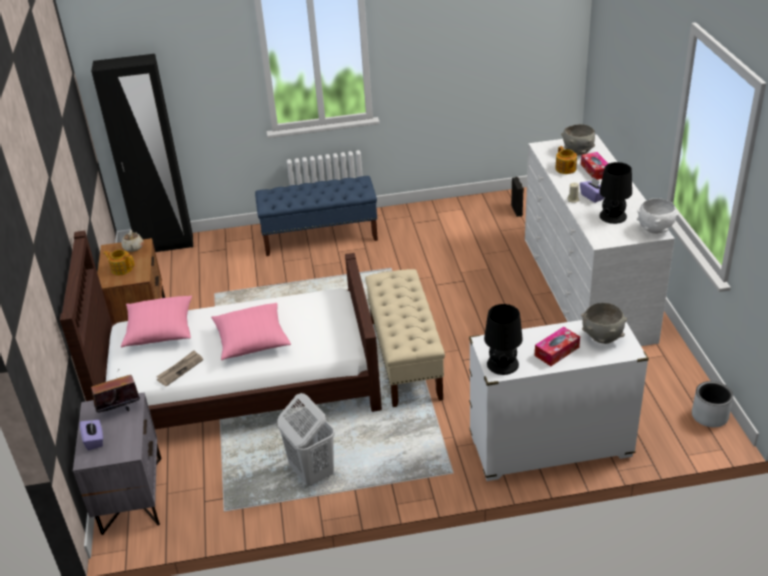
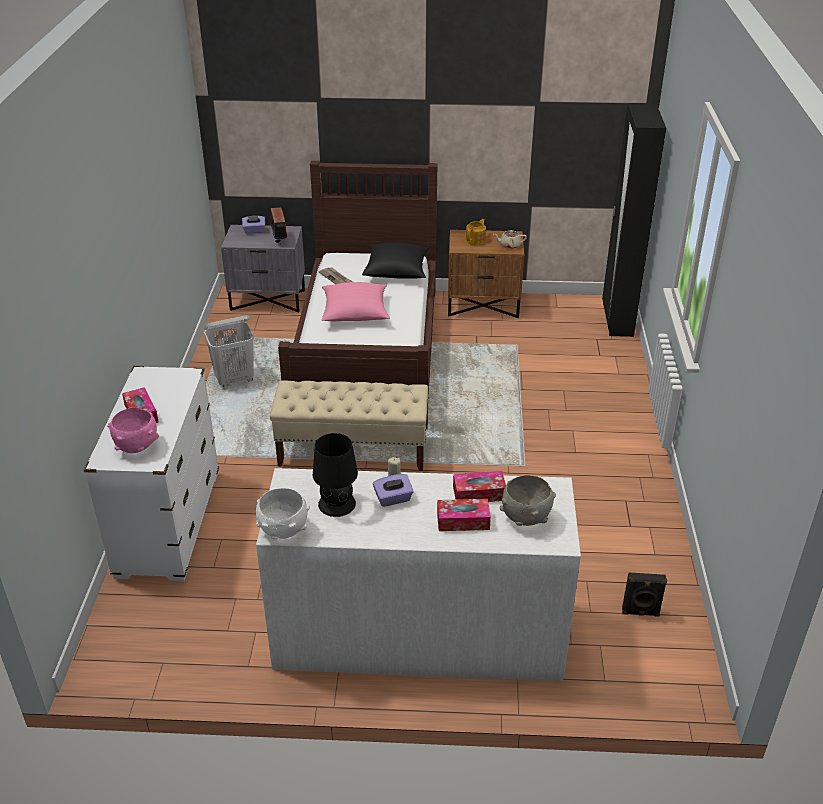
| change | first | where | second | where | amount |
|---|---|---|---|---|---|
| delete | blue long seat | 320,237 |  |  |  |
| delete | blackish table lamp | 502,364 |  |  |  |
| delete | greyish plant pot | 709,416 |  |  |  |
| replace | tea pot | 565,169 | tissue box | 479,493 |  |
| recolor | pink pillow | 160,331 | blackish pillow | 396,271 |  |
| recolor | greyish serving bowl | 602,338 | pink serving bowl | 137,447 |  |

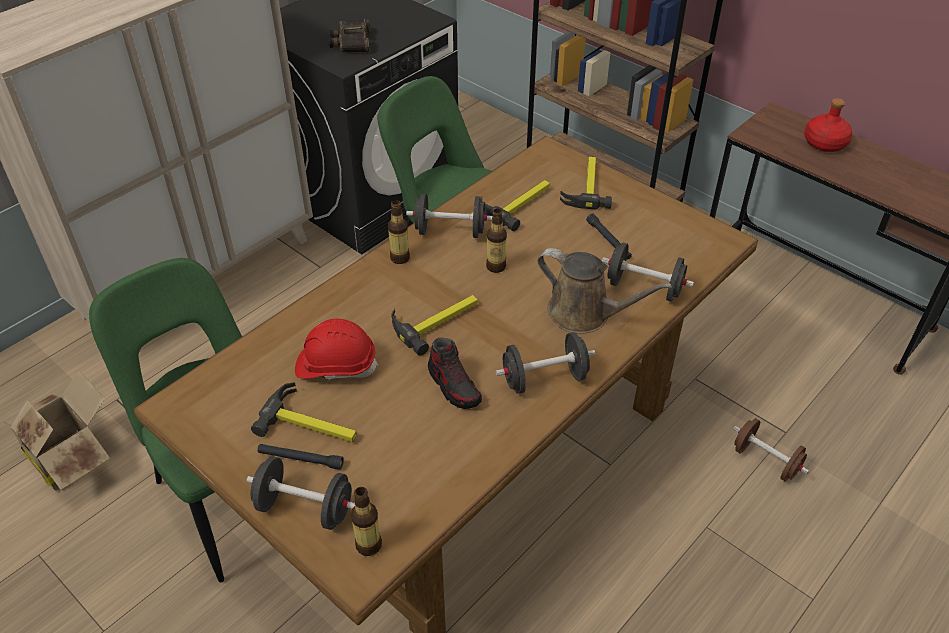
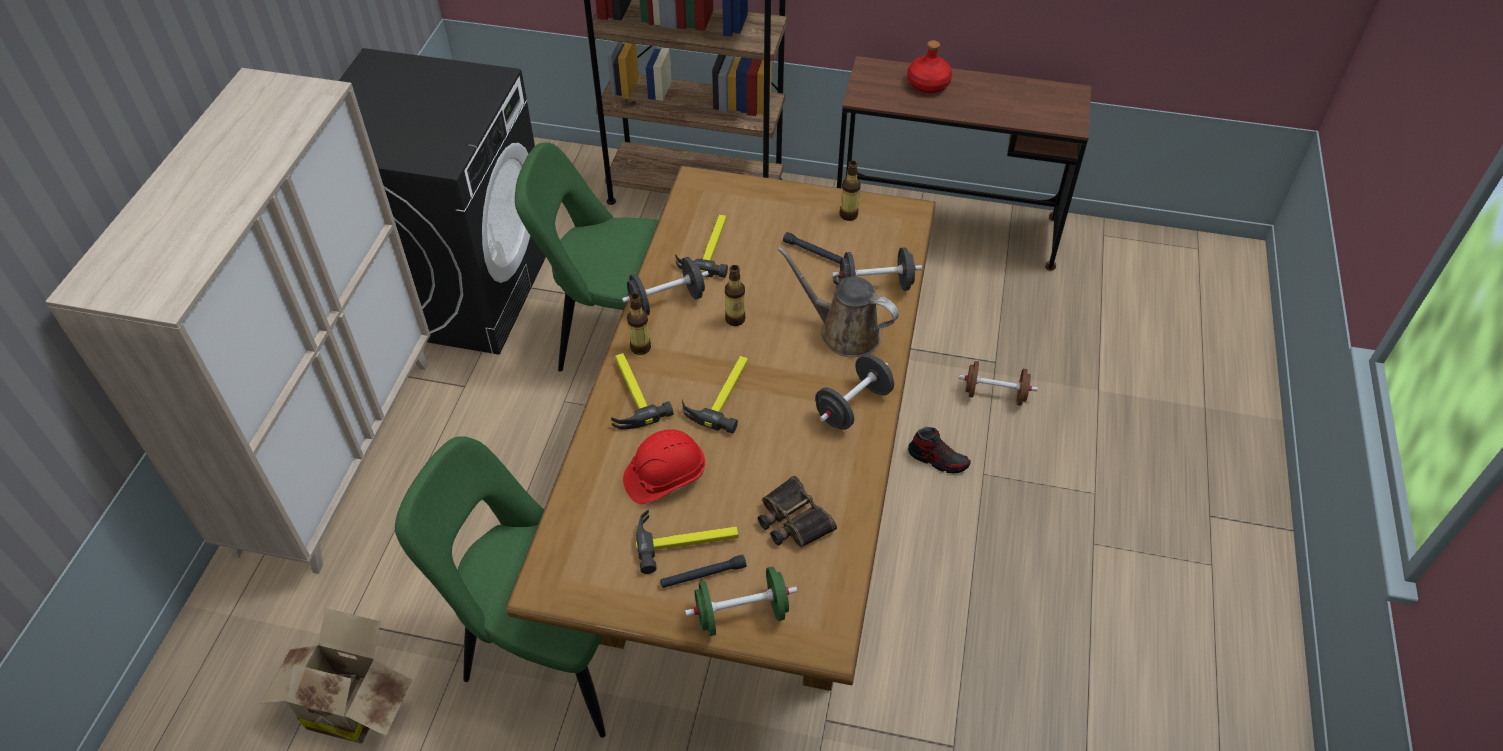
| change | first | where | second | where | amount |
|---|---|---|---|---|---|
| move | field glasses | 351,42 |  | 792,520 |  |
| move | bottle | 368,545 |  | 848,215 |  |
| move | shoe | 454,386 |  | 938,459 |  |
| move | hand hammer | 586,186 |  | 630,394 |  |
| recolor | blackish dumbbell | 305,508 | green-coloured dumbbell | 741,614 |  |
| rotate | brown watering pot | 585,314 |  | 844,332 | 150 degrees counterclockwise |

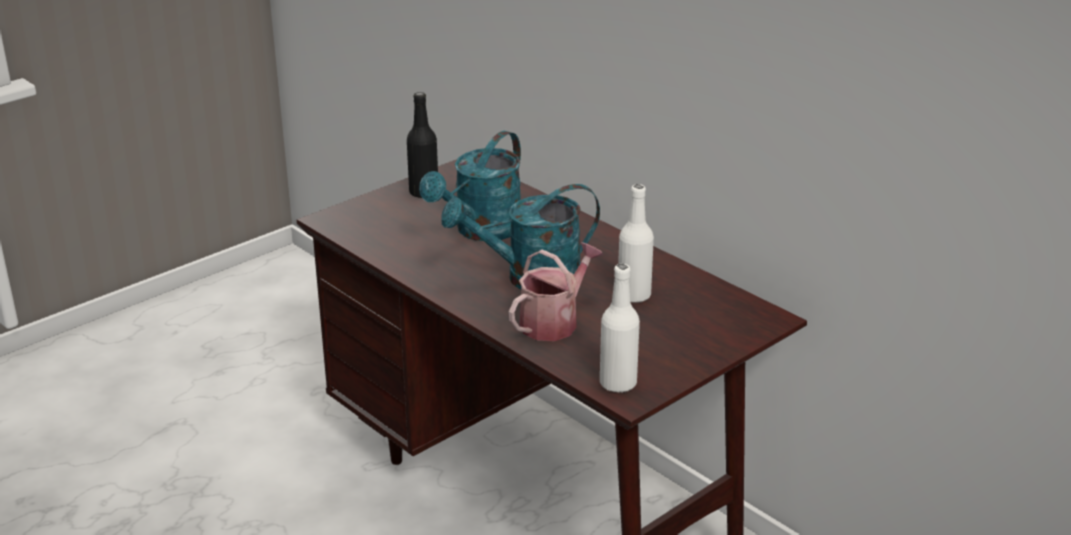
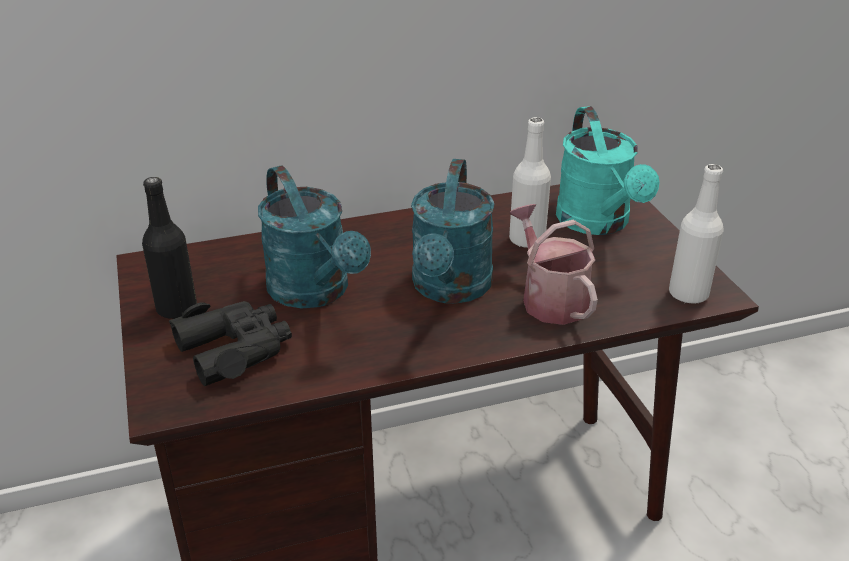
| change | first | where | second | where | amount |
|---|---|---|---|---|---|
| insert |  |  | blackish field glasses | 235,349 |  |
| insert |  |  | turquoise watering pot | 598,223 |  |

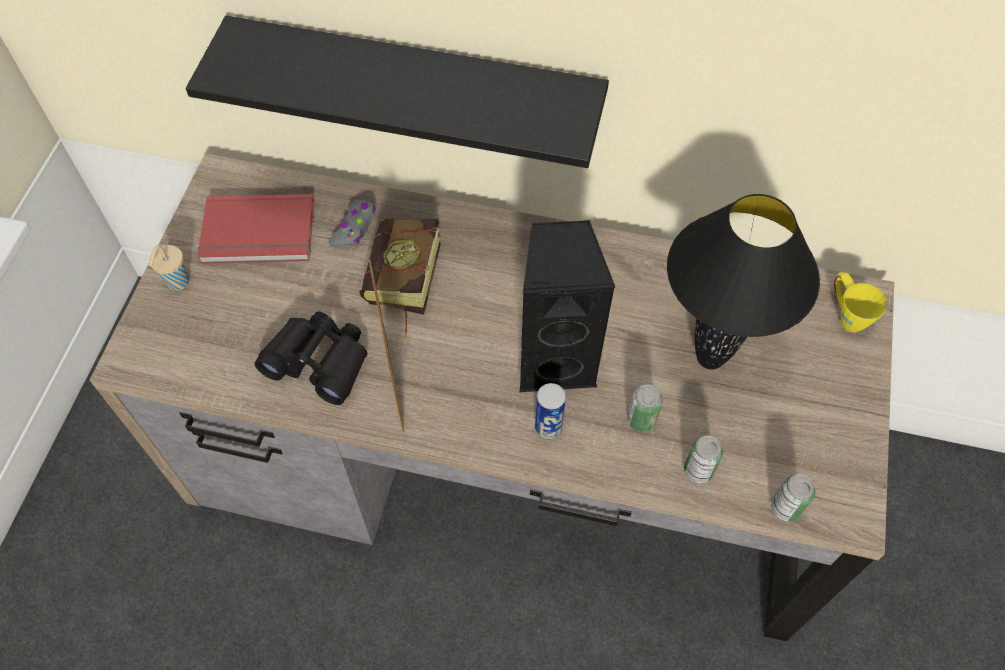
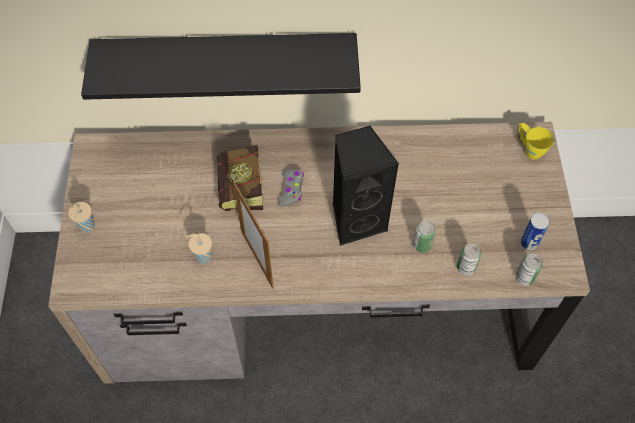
| change | first | where | second | where | amount |
|---|---|---|---|---|---|
| delete | reddish book | 259,234 |  |  |  |
| delete | blackish table lamp | 709,360 |  |  |  |
| move | greyish game controller | 354,228 |  | 291,190 |  |
| move | can | 548,428 |  | 529,243 |  |
| replace | blackish field glasses | 319,362 | beige-coloured small cup | 202,257 |  |

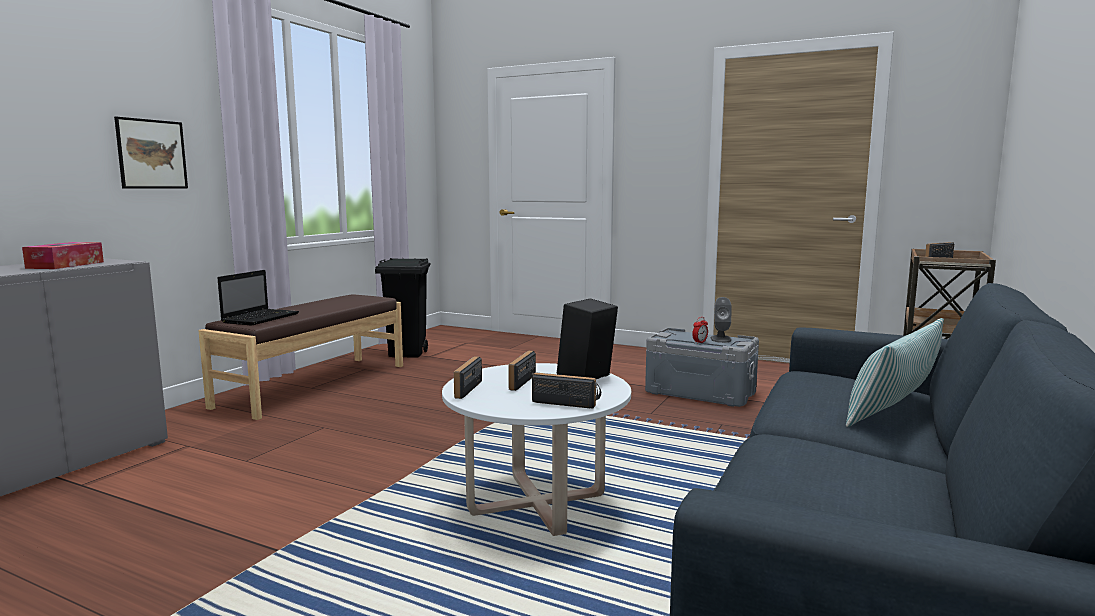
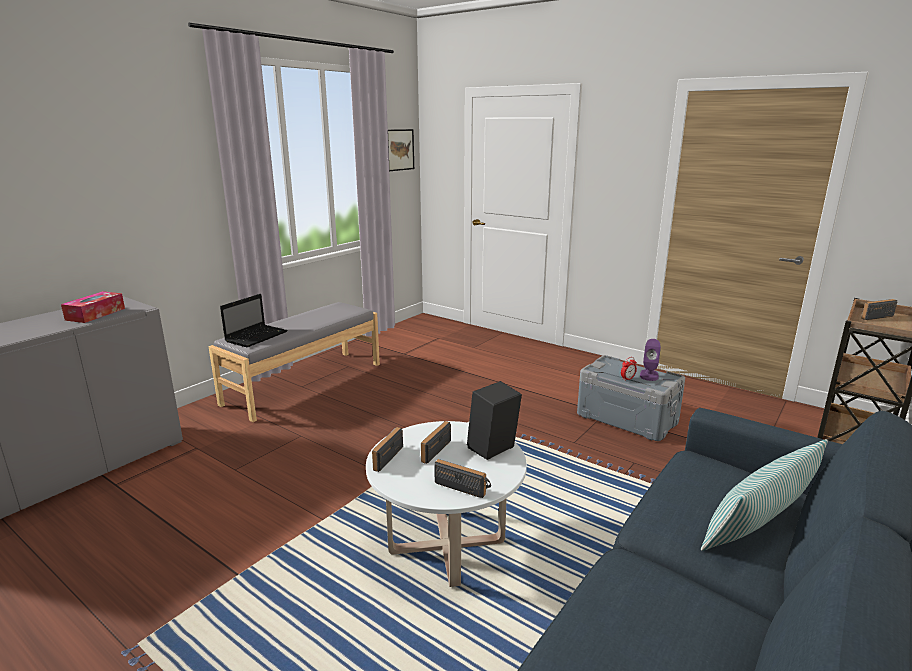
| change | first | where | second | where | amount |
|---|---|---|---|---|---|
| delete | blackish trash can | 408,354 |  |  |  |
| move | wall picture | 152,154 |  | 399,150 |  |
| recolor | brown long seat | 314,385 | greyish long seat | 304,383 |  |
| recolor | greyish speaker | 720,339 | purplish speaker | 649,375 |  |

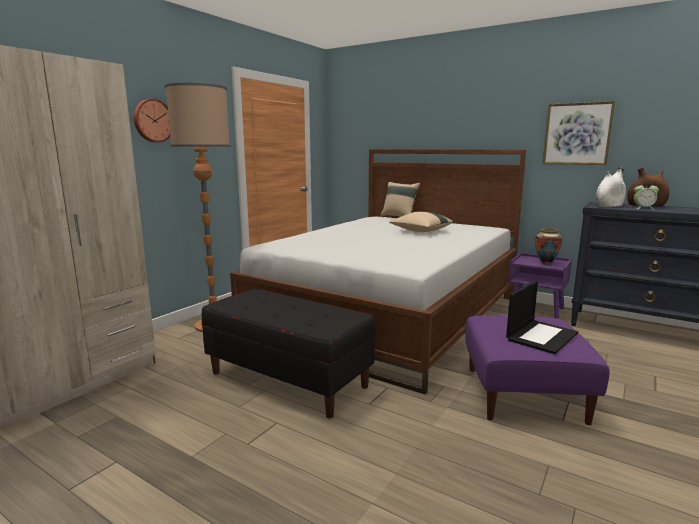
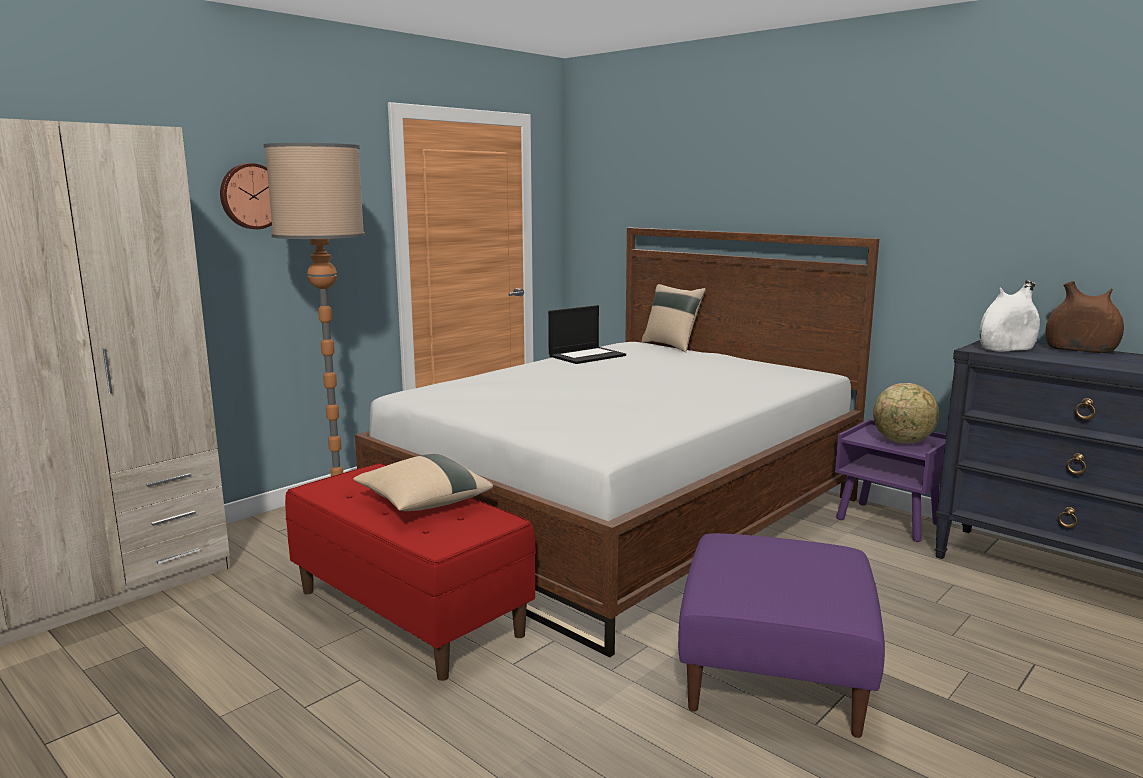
| change | first | where | second | where | amount |
|---|---|---|---|---|---|
| delete | wall picture | 577,134 |  |  |  |
| delete | bedside clock | 643,208 |  |  |  |
| move | beige-coloured pillow | 420,231 |  | 423,502 |  |
| move | notebook computer | 541,336 |  | 587,356 |  |
| replace | decorative vase | 545,263 | desk globe | 902,442 |  |
| recolor | blackish long seat | 288,379 | reddish long seat | 409,612 |  |

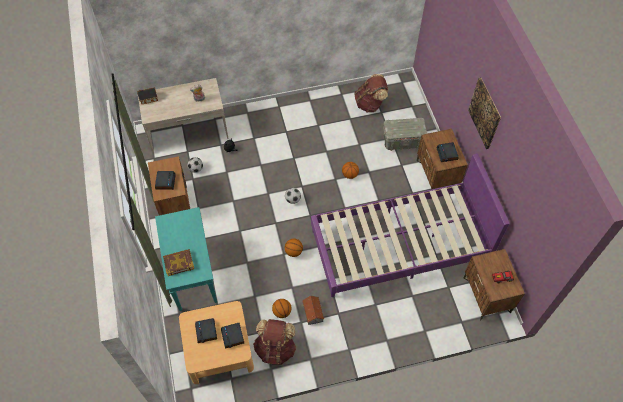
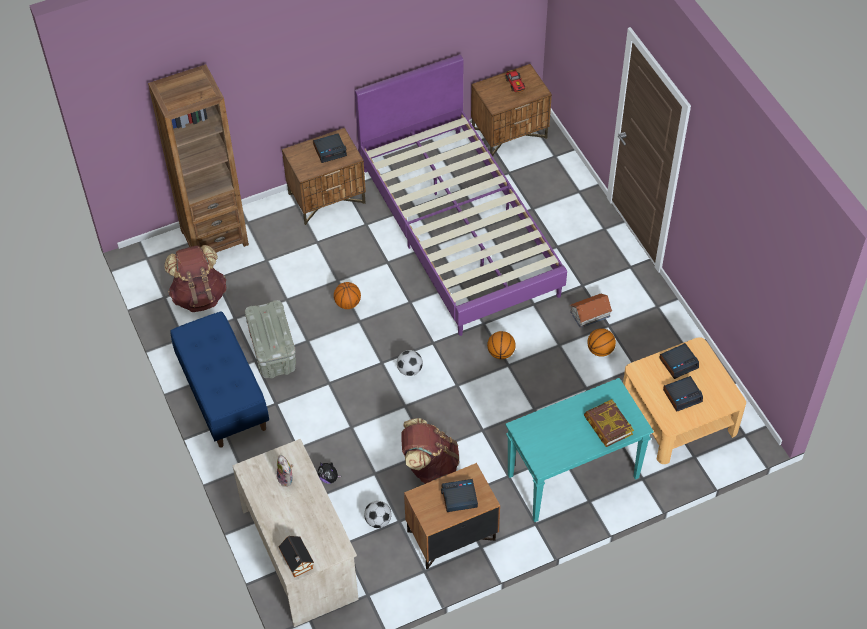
| change | first | where | second | where | amount |
|---|---|---|---|---|---|
| delete | wall picture | 485,113 |  |  |  |
| insert |  |  | brown bookcase | 214,237 |  |
| insert |  |  | blue long seat | 222,395 |  |
| move | brown backpack | 275,348 |  | 429,466 |  |
| move | greyish storage bin | 403,141 |  | 272,352 |  |

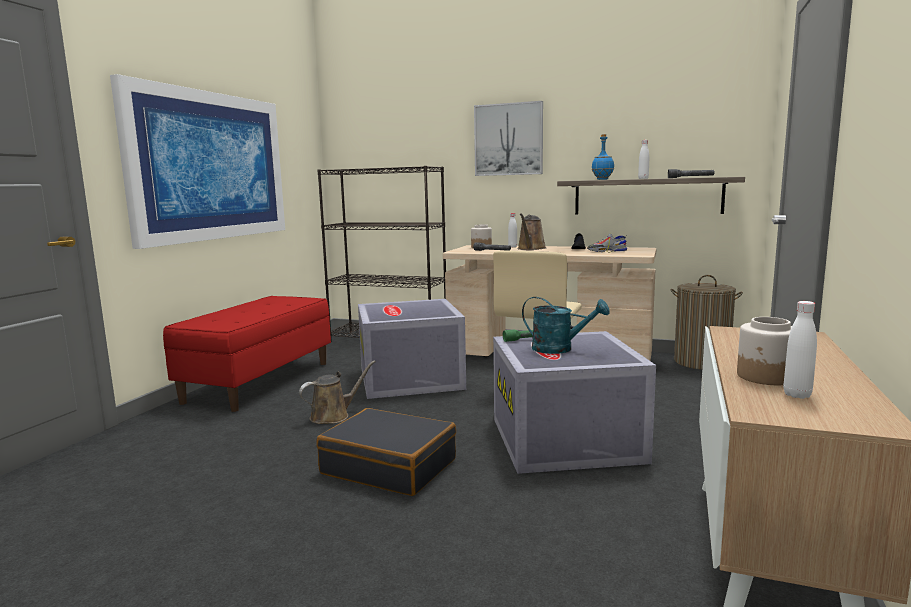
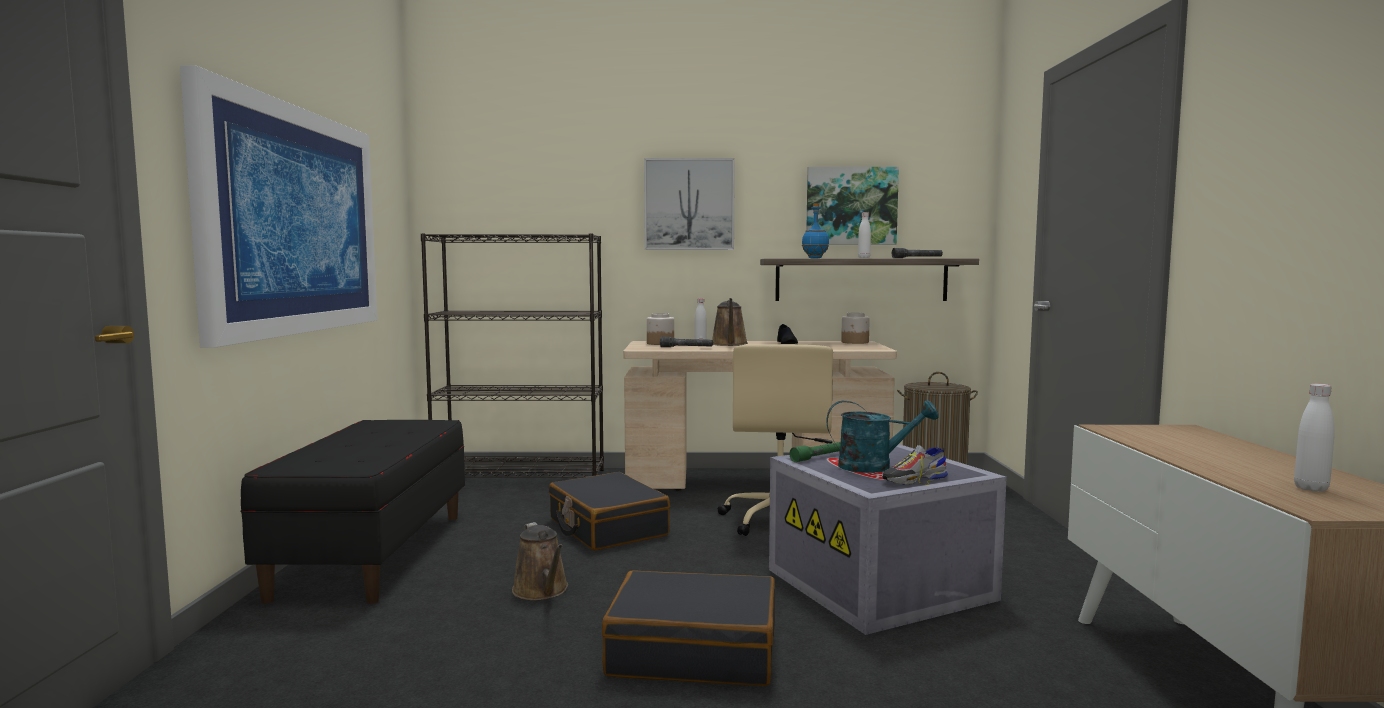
| change | first | where | second | where | amount |
|---|---|---|---|---|---|
| insert |  |  | wall picture | 851,206 |  |
| move | shoe | 606,251 |  | 914,479 |  |
| move | preserve jar | 766,377 |  | 855,342 |  |
| replace | greyish storage bin | 412,379 | blackish piece of luggage | 607,527 |  |
| recolor | reddish long seat | 259,381 | blackish long seat | 372,554 |  |
| rotate | brown watering pot | 333,416 |  | 542,591 | 120 degrees clockwise |

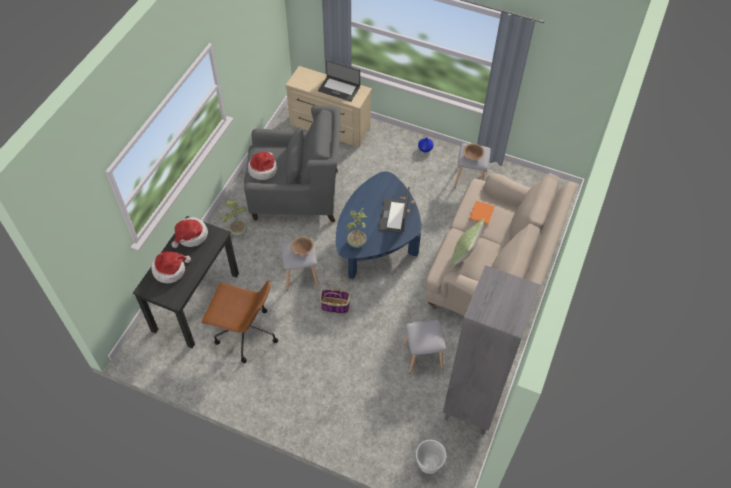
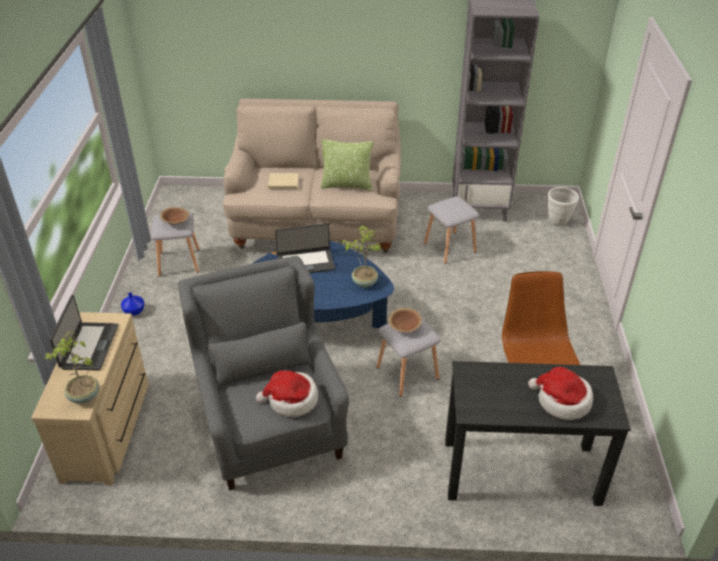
| change | first | where | second | where | amount |
|---|---|---|---|---|---|
| delete | clothing hat | 191,236 |  |  |  |
| delete | basket | 334,305 |  |  |  |
| move | potted plant | 238,231 |  | 84,396 |  |
| recolor | orange book | 481,213 | beige-coloured book | 282,182 |  |

